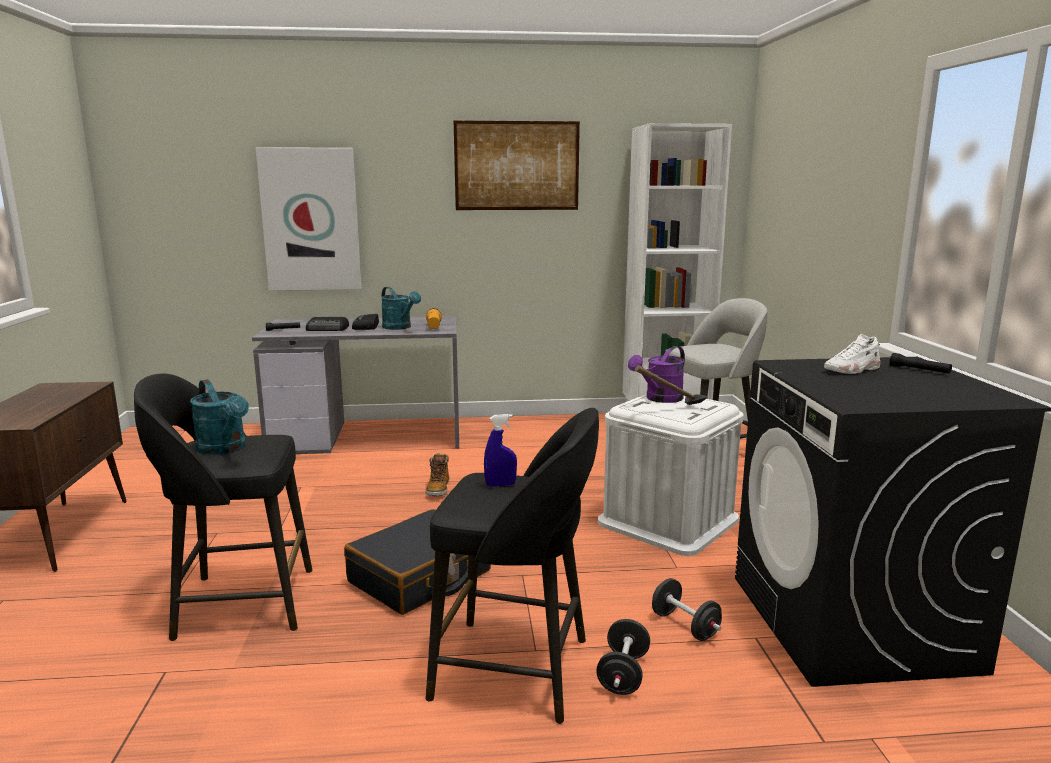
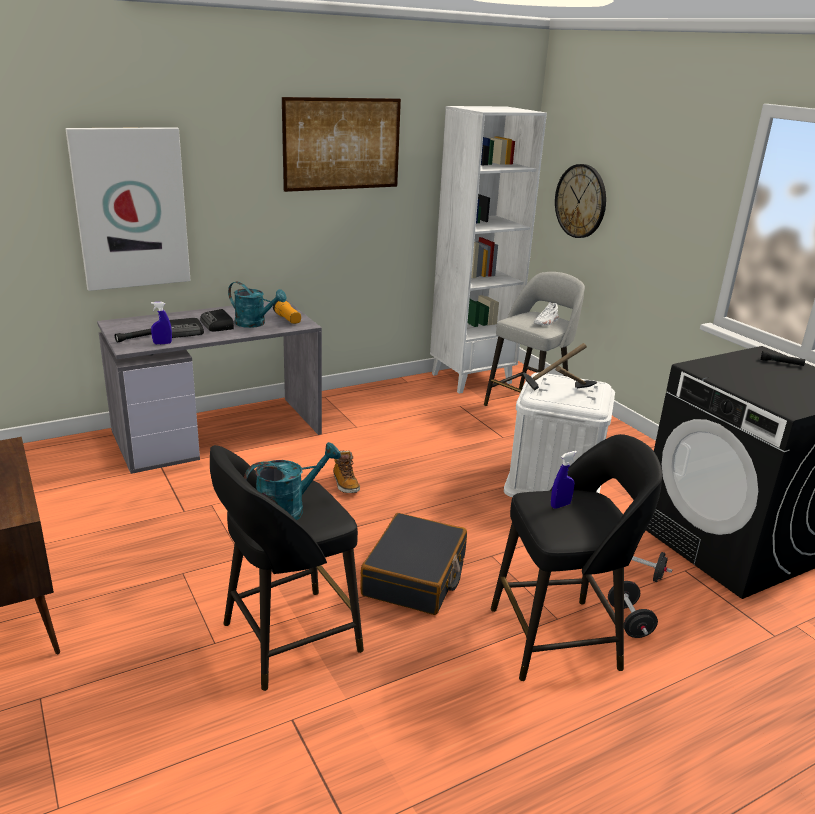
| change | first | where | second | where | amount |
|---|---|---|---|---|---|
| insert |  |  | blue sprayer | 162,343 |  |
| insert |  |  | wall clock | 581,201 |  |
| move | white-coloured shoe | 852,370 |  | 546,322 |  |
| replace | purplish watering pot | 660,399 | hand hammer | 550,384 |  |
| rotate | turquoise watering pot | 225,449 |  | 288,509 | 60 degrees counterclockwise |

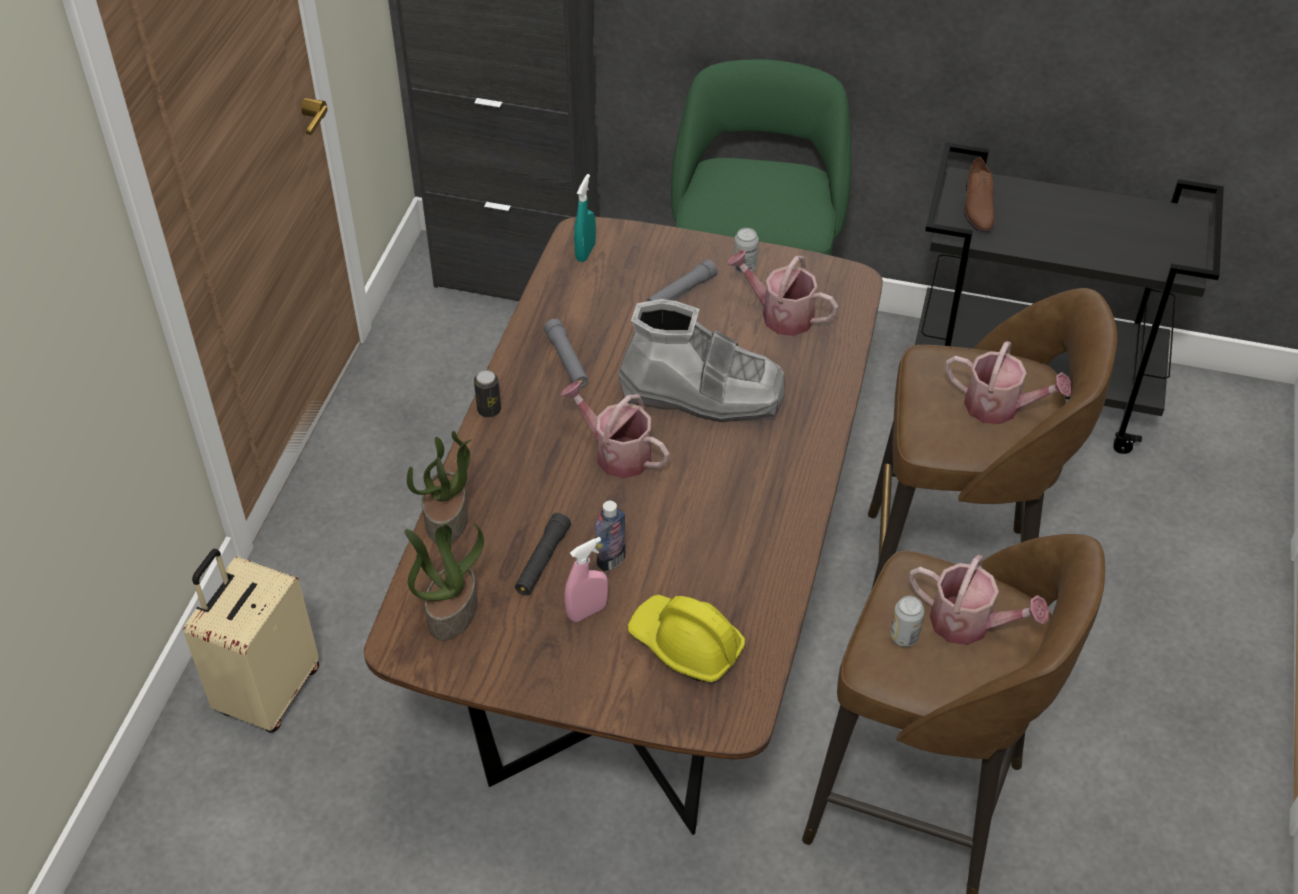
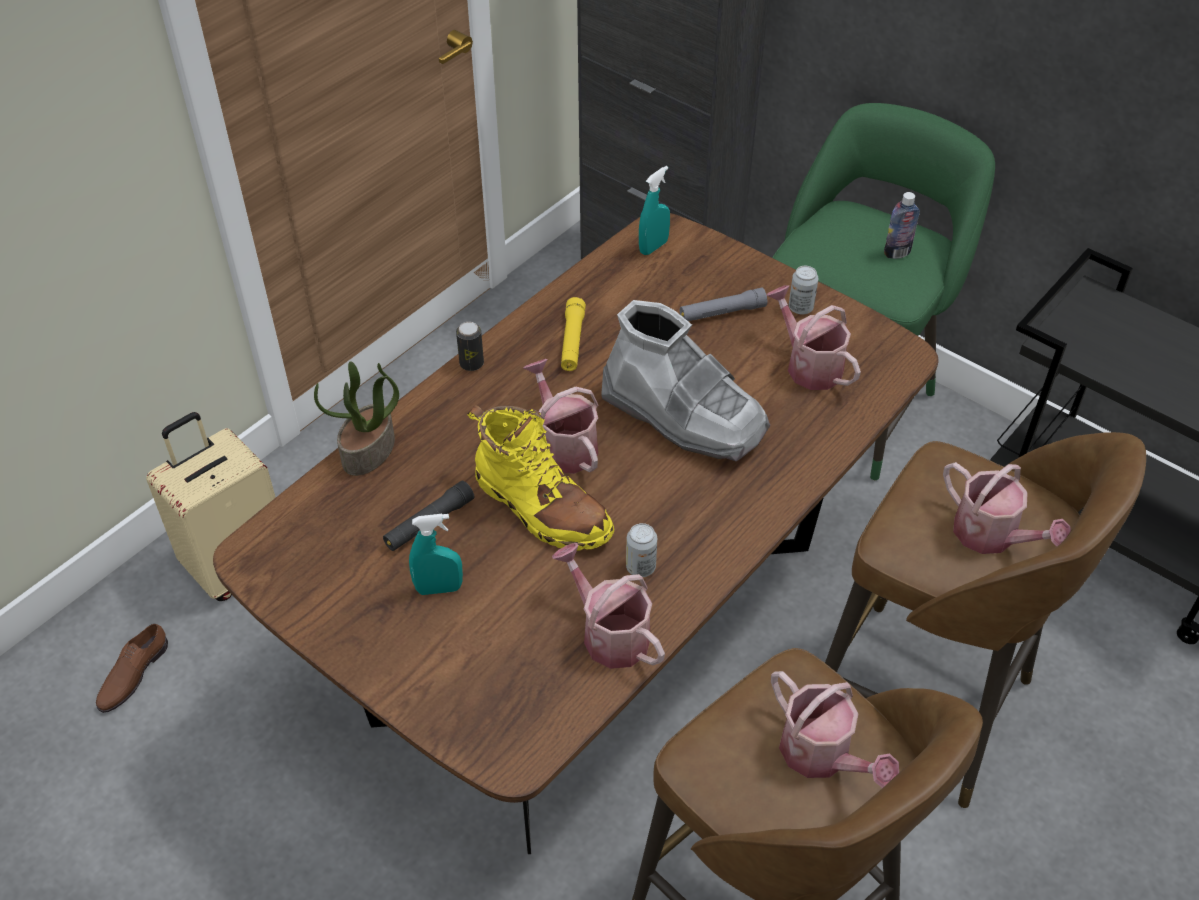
| change | first | where | second | where | amount |
|---|---|---|---|---|---|
| delete | potted plant | 452,611 |  |  |  |
| delete | yellow work helmet | 685,644 |  |  |  |
| insert |  |  | yellow tall boot | 541,508 |  |
| insert |  |  | watering pot | 609,633 |  |
| move | bottle | 611,560 |  | 897,253 |  |
| move | can | 904,637 |  | 640,567 |  |
| move | brown shoe | 977,205 |  | 132,674 |  |
| recolor | greyish flashlight | 567,360 | yellow flashlight | 572,341 |  |
| recolor | pink sprayer | 587,611 | turquoise sprayer | 439,588 |  |

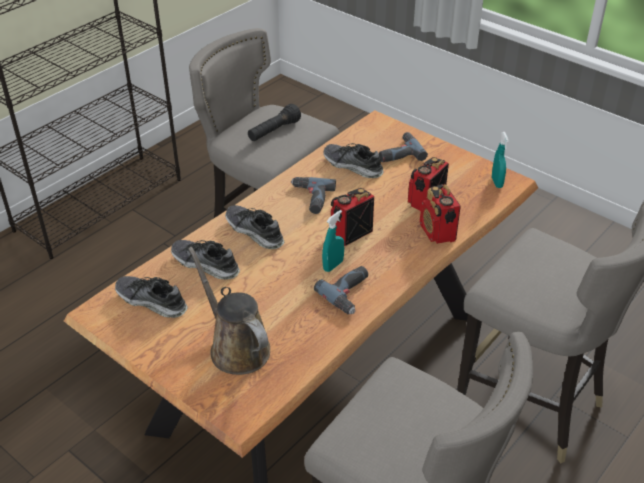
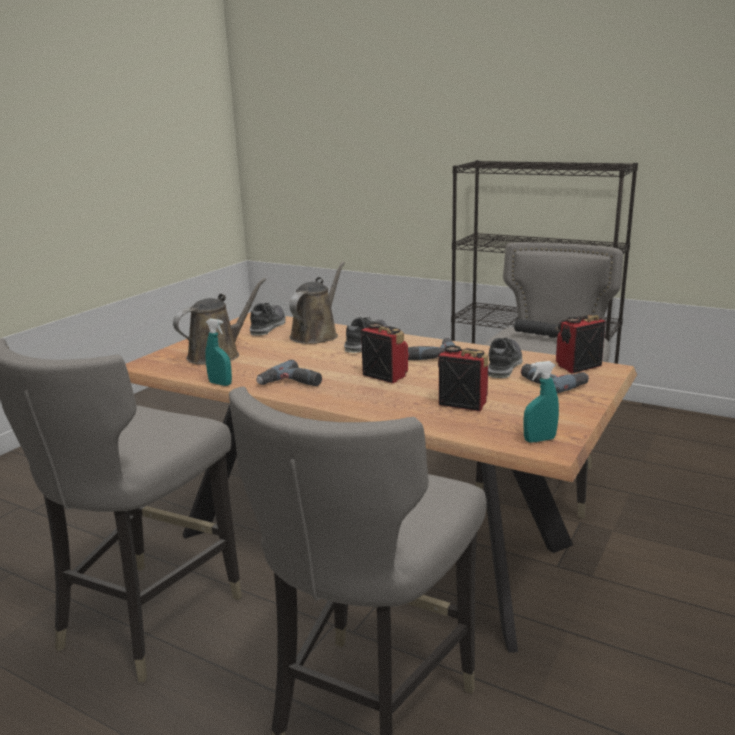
| change | first | where | second | where | amount |
|---|---|---|---|---|---|
| move | turquoise sprayer | 333,265 |  | 220,384 |  |
| move | radio receiver | 437,233 |  | 577,366 |  |
| replace | shoe | 205,264 | brown watering pot | 316,335 |  |

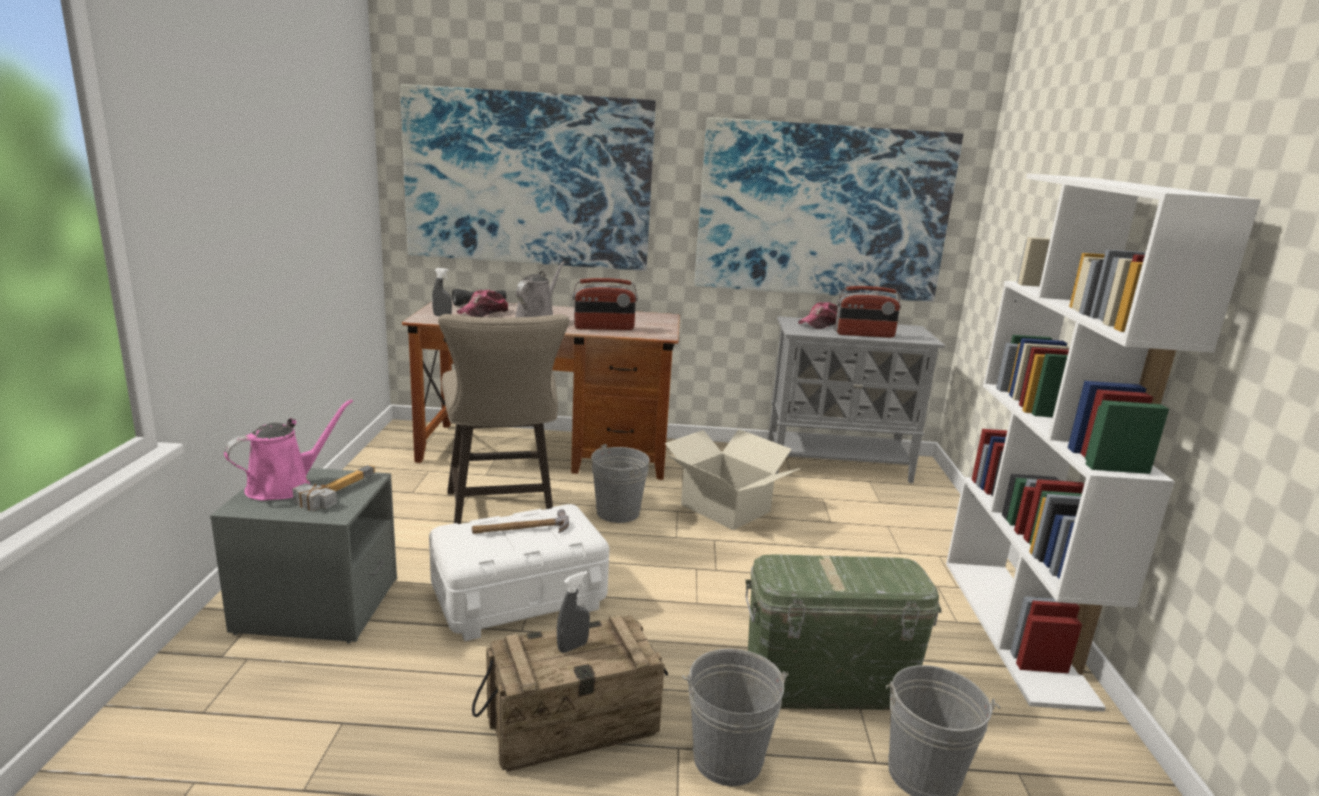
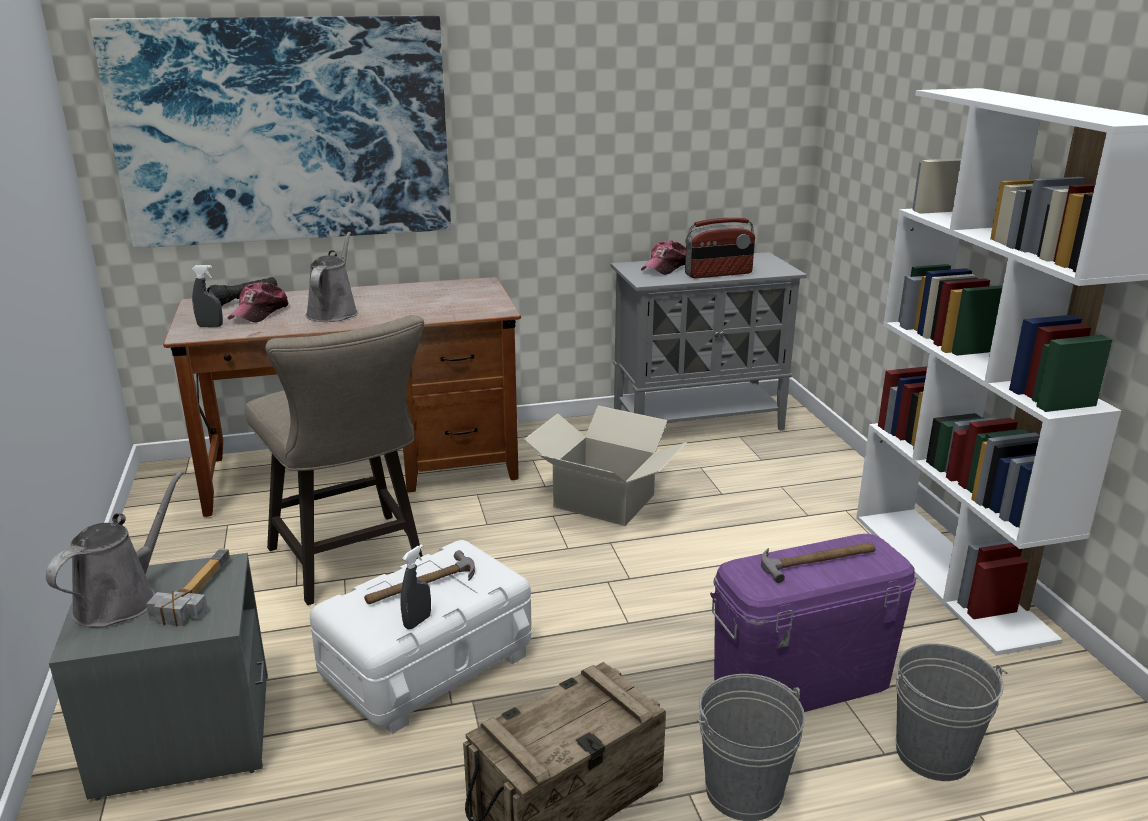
| change | first | where | second | where | amount |
|---|---|---|---|---|---|
| delete | radio receiver | 604,328 |  |  |  |
| delete | greyish water bucket | 617,512 |  |  |  |
| delete | wall picture | 822,211 |  |  |  |
| insert |  |  | hand hammer | 818,560 |  |
| move | greyish sprayer | 572,647 |  | 417,622 |  |
| recolor | pink watering pot | 285,486 | greyish watering pot | 121,599 |  |
| recolor | green-coloured storage bin | 826,684 | purplish storage bin | 802,682 |  |

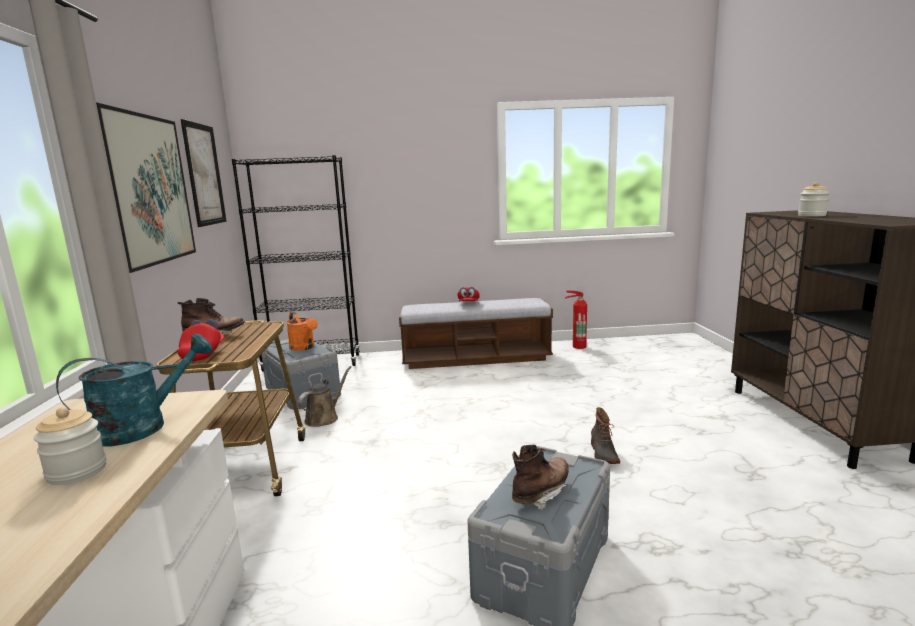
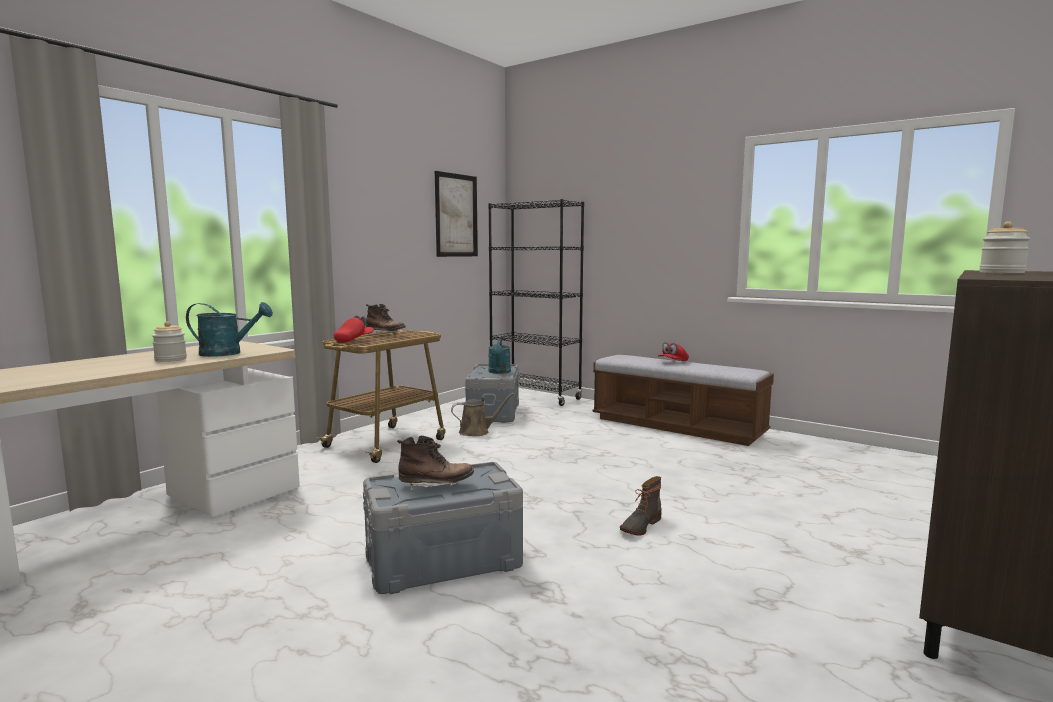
| change | first | where | second | where | amount |
|---|---|---|---|---|---|
| delete | wall picture | 146,190 |  |  |  |
| delete | fire extinguisher | 578,346 |  |  |  |
| recolor | orange watering pot | 304,348 | turquoise watering pot | 499,372 |  |

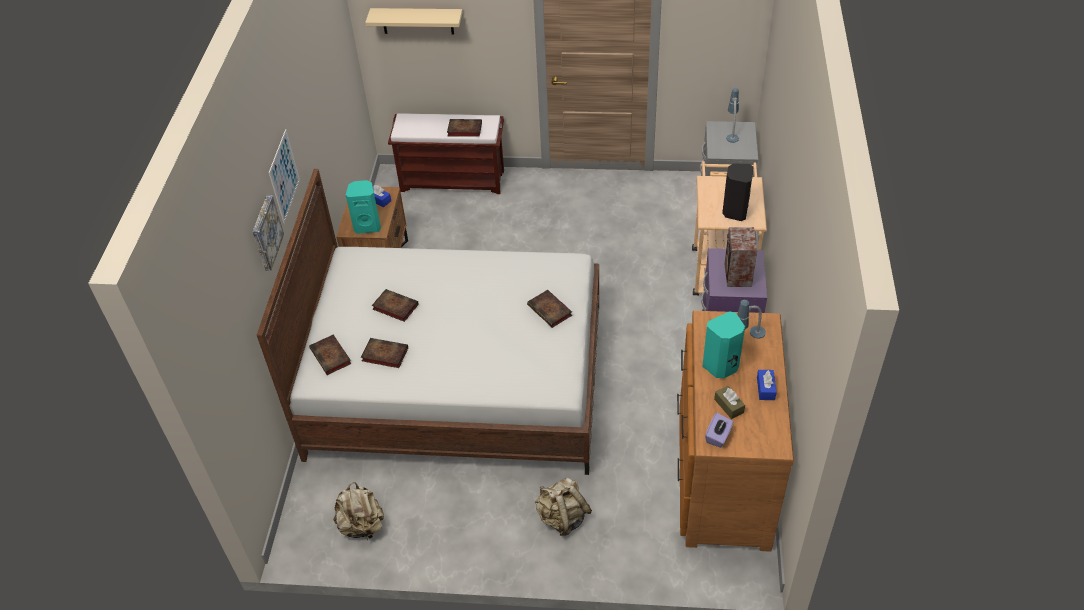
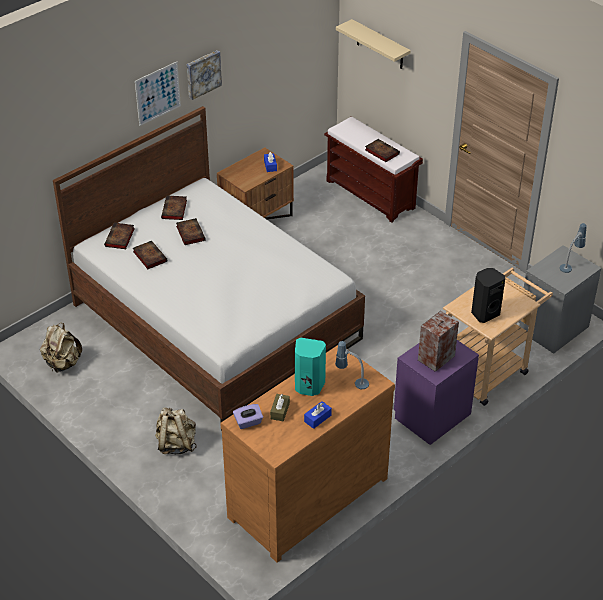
| change | first | where | second | where | amount |
|---|---|---|---|---|---|
| delete | turquoise speaker | 368,225 |  |  |  |
| move | wall picture | 265,232 |  | 203,74 |  |
| move | book | 550,311 |  | 174,210 |  |

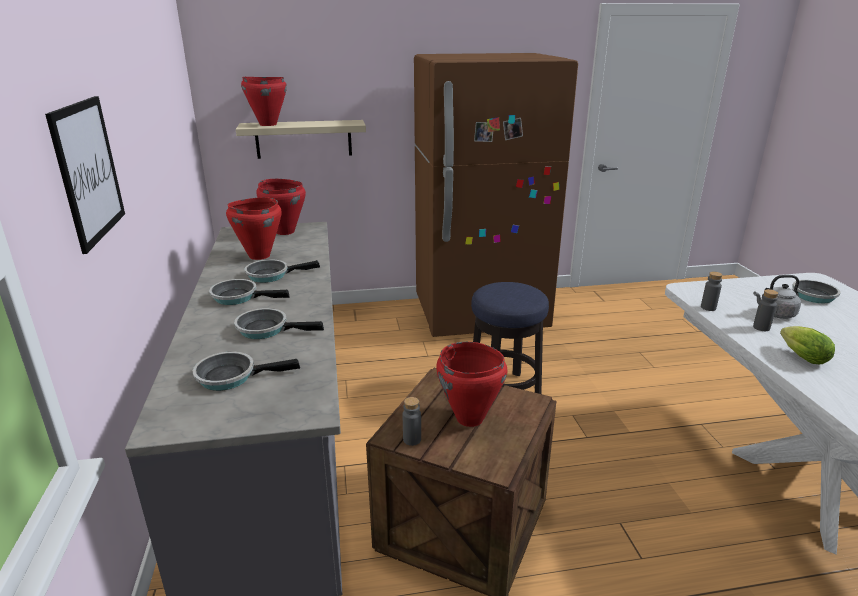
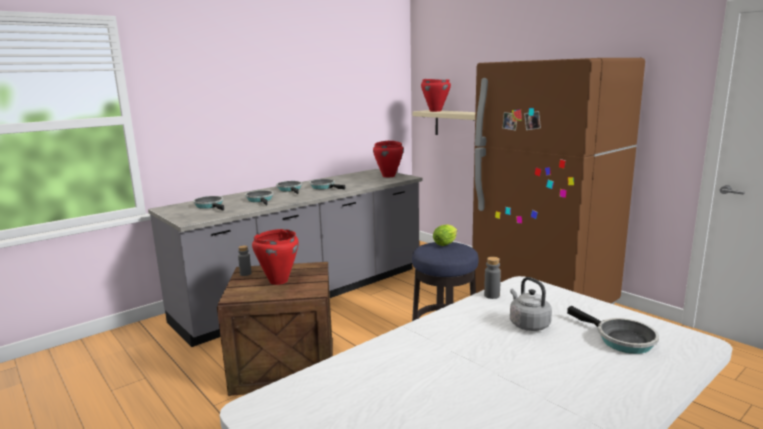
| change | first | where | second | where | amount |
|---|---|---|---|---|---|
| delete | wall picture | 88,171 |  |  |  |
| delete | reddish cooking pot | 259,256 |  |  |  |
| delete | greyish bottle | 761,327 |  |  |  |
| move | lettuce head | 800,356 |  | 446,243 |  |

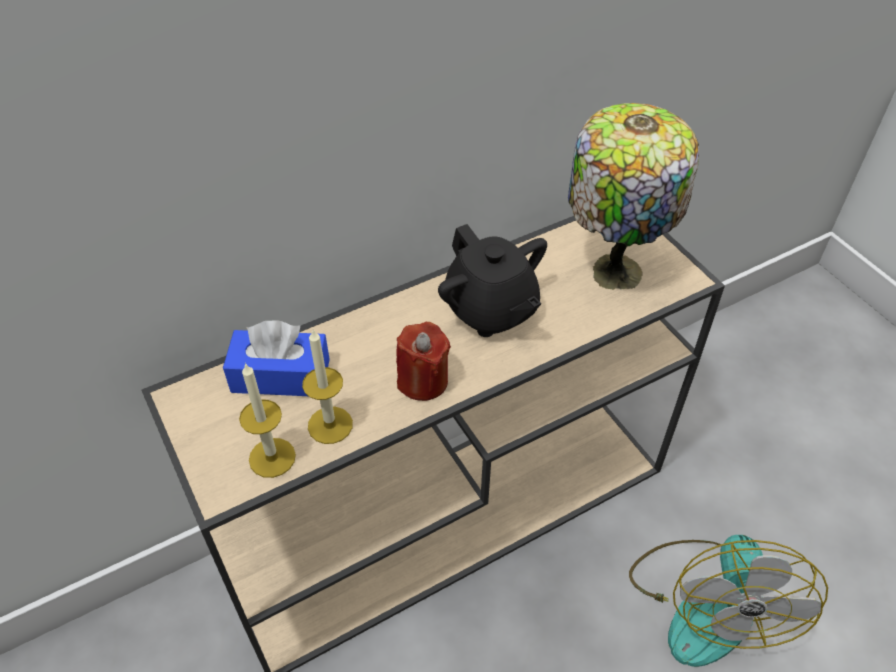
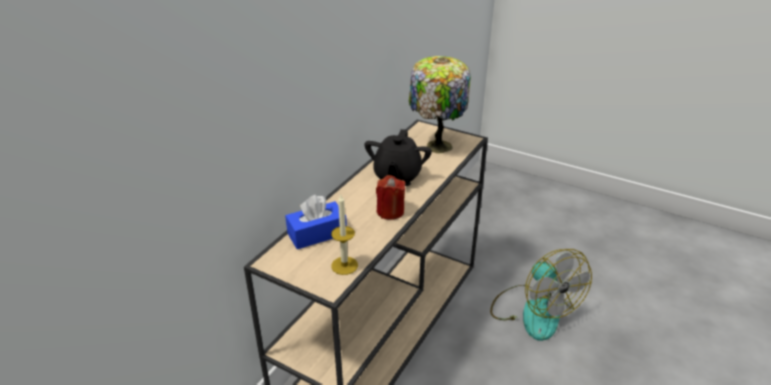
| change | first | where | second | where | amount |
|---|---|---|---|---|---|
| delete | candle | 330,425 |  |  |  |
| rotate | blackish tea pot | 491,310 |  | 397,176 | 75 degrees clockwise |

